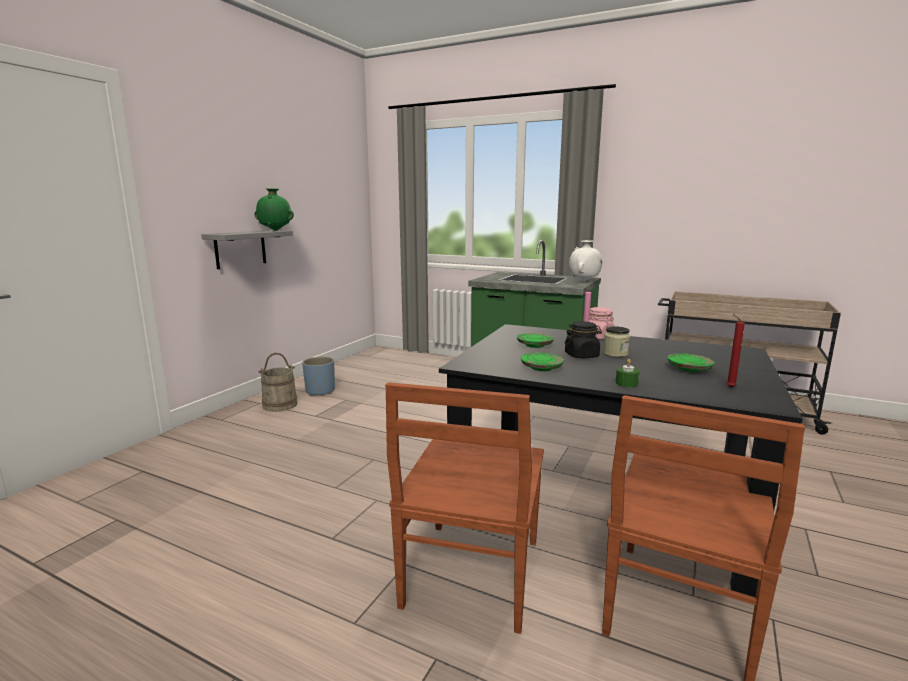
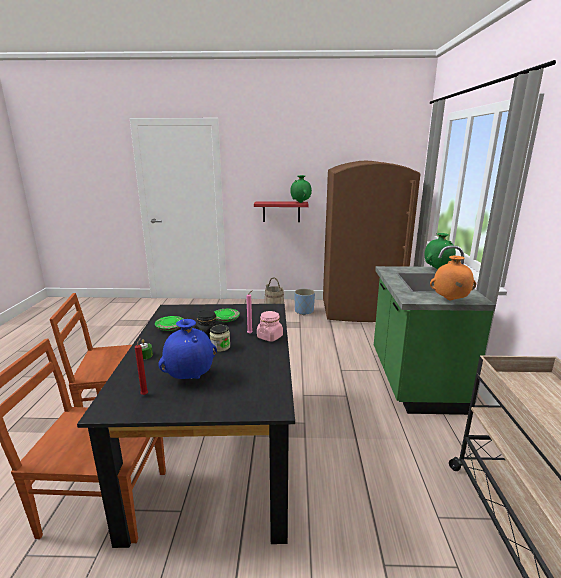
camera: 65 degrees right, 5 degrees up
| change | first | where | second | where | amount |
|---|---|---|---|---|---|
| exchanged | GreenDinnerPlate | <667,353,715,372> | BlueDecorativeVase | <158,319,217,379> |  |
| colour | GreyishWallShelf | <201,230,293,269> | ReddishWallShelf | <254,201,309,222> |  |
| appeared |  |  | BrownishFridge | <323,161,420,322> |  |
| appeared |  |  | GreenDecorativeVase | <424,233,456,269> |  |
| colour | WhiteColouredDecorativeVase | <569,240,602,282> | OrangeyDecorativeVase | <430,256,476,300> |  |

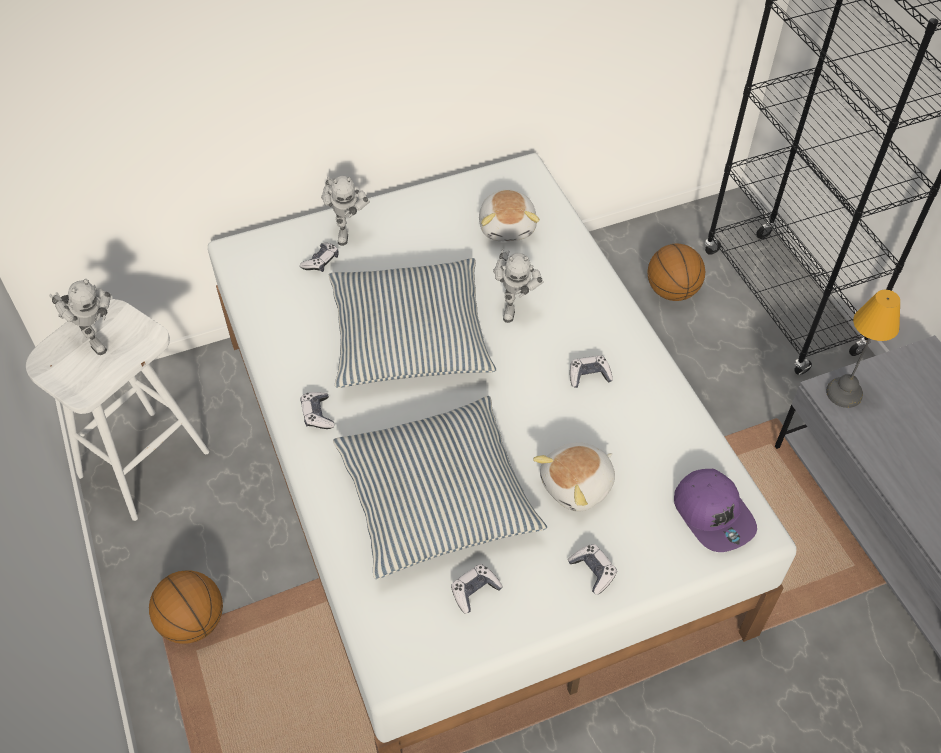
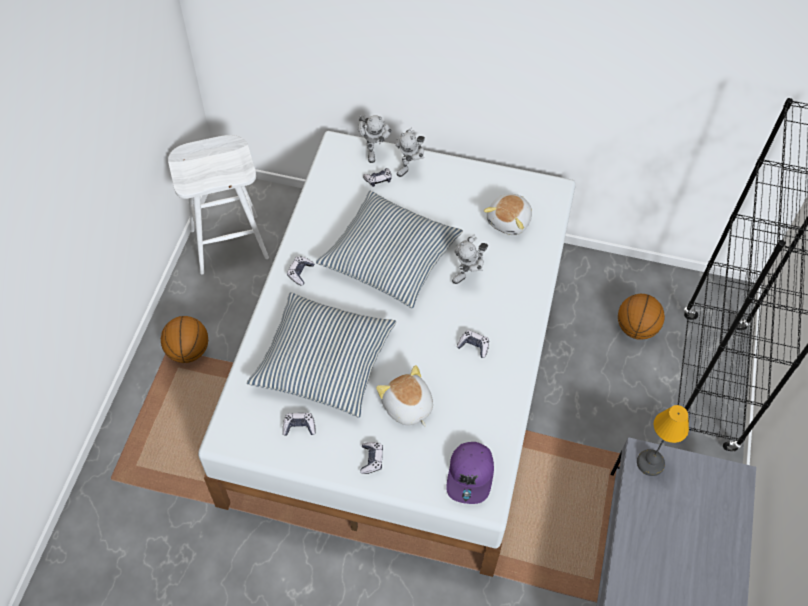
camera: 35 degrees right, 5 degrees up
| change | first | where | second | where | amount |
|---|---|---|---|---|---|
| relocated | ModelRobot | <49,279,111,355> |  | <358,114,393,163> |  |
| spun | SoftToy | <533,443,615,512> |  | <376,365,433,427> | 60 degrees clockwise |

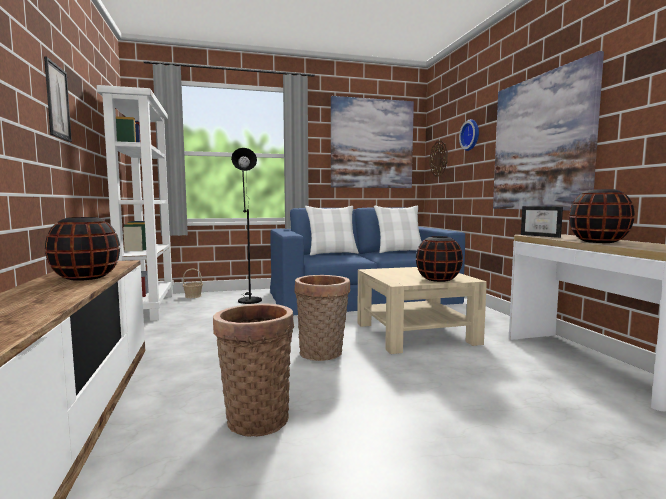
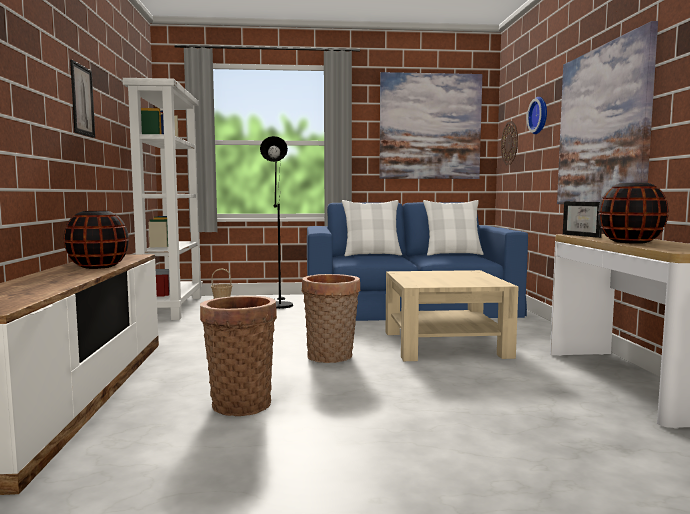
camera: 10 degrees right, 0 degrees up
| change | first | where | second | where | amount |
|---|---|---|---|---|---|
| missing | BlackishDecorativeVase | <416,236,463,282> |  |  |  |

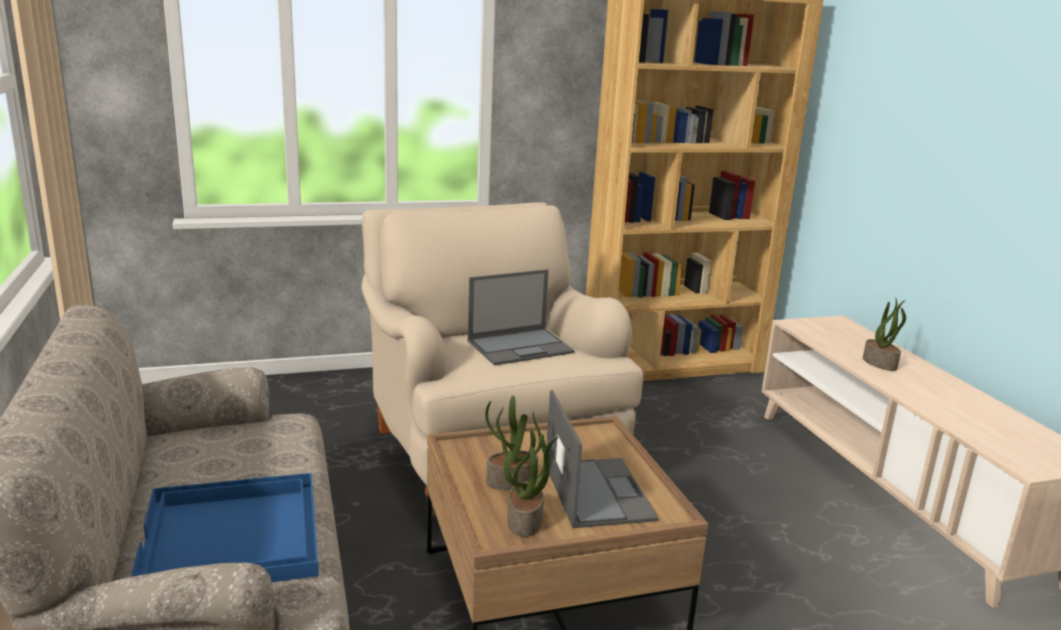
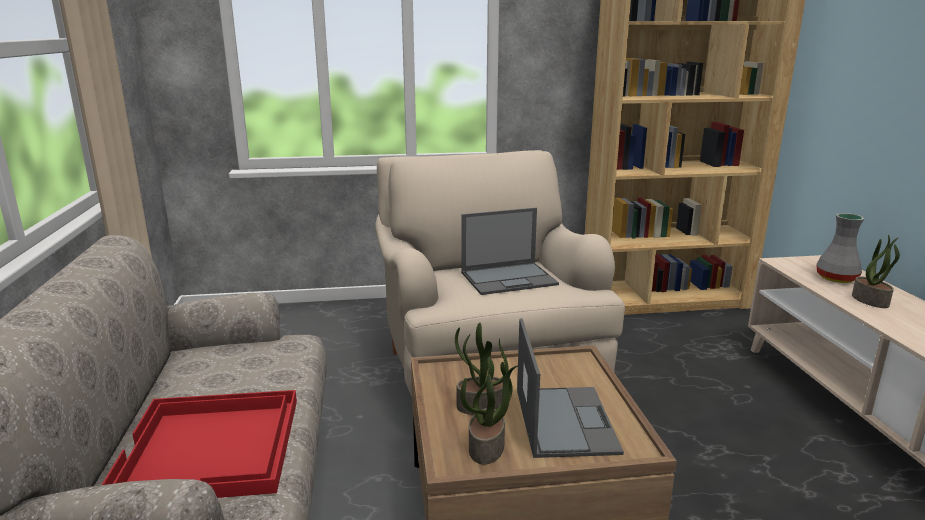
camera: 10 degrees right, 0 degrees up
| change | first | where | second | where | amount |
|---|---|---|---|---|---|
| colour | BlueTray | <131,473,319,582> | ReddishTray | <102,390,297,498> |  |
| appeared |  |  | GreyishDecorativeVase | <816,213,864,283> |  |

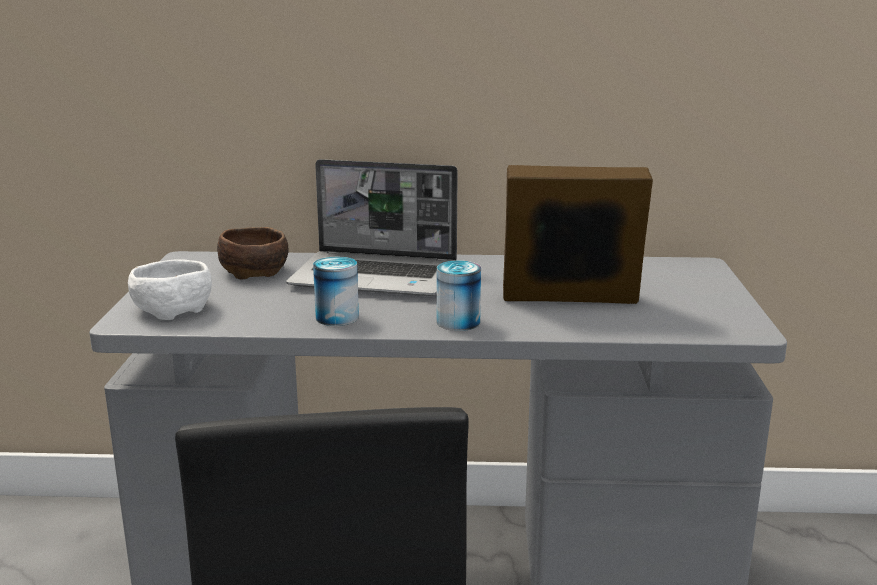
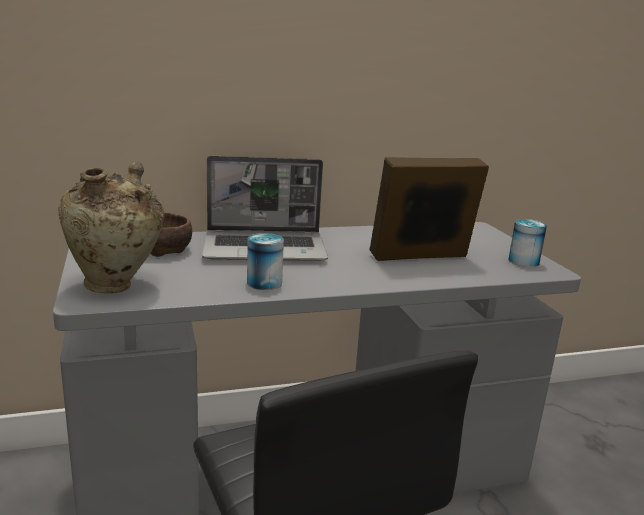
camera: 20 degrees left, 0 degrees up
| change | first | where | second | where | amount |
|---|---|---|---|---|---|
| exchanged | WhiteColouredBowl | <128,259,212,320> | BeigeColouredDecorativeVase | <58,162,165,294> |  |
| relocated | Can | <437,260,481,331> |  | <509,219,547,267> |  |

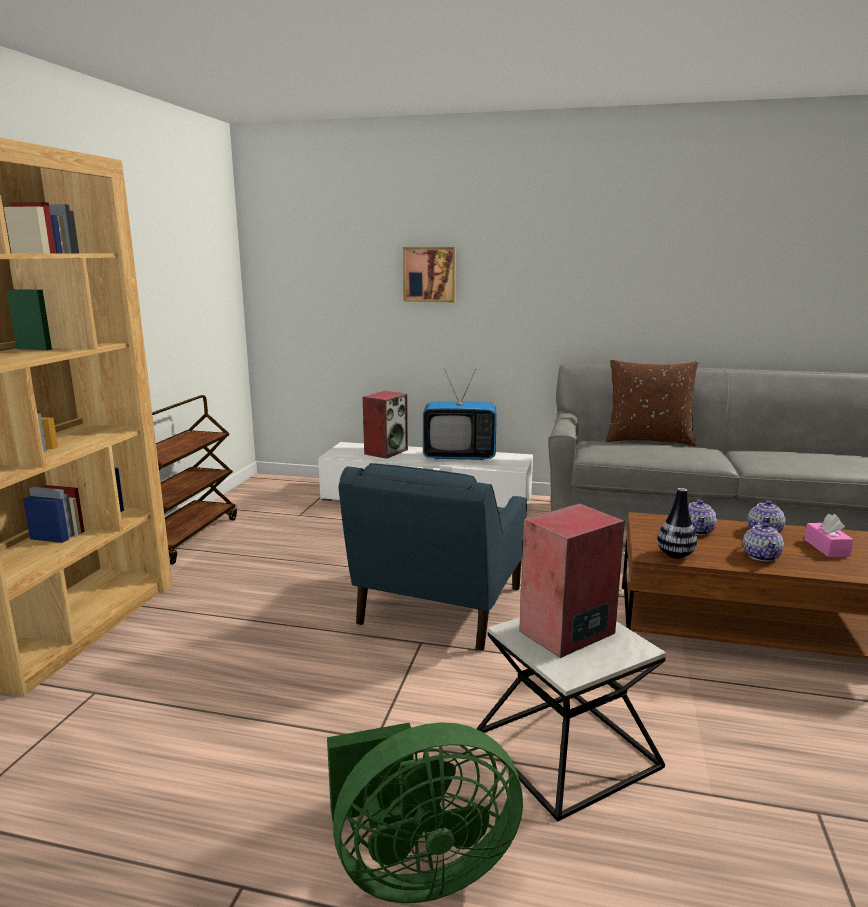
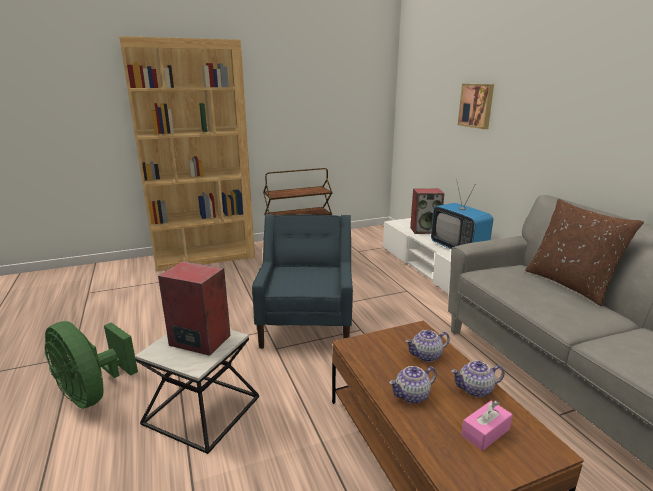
camera: 55 degrees right, 5 degrees up
| change | first | where | second | where | amount |
|---|---|---|---|---|---|
| spun | BlueLoungeChair | <339,463,527,651> |  | <252,214,353,349> | 105 degrees clockwise |
| missing | DecorativeVase | <657,488,697,559> |  |  |  |

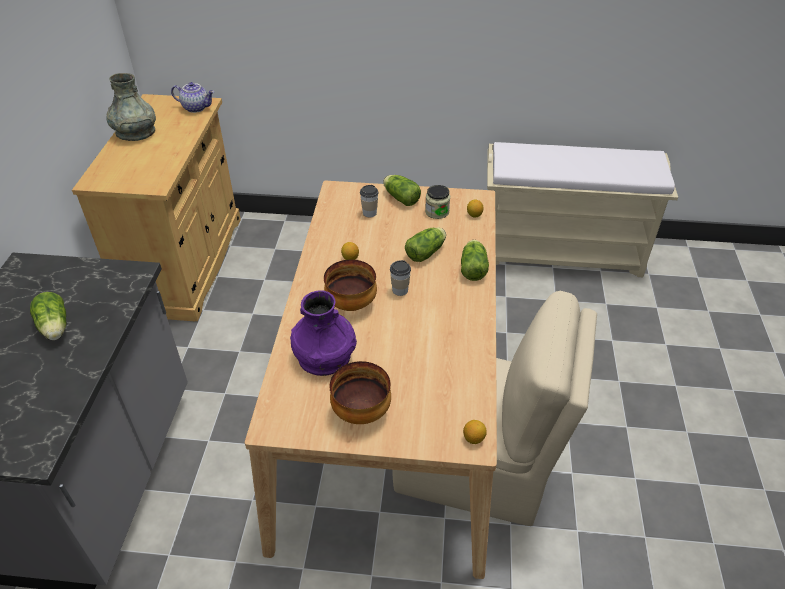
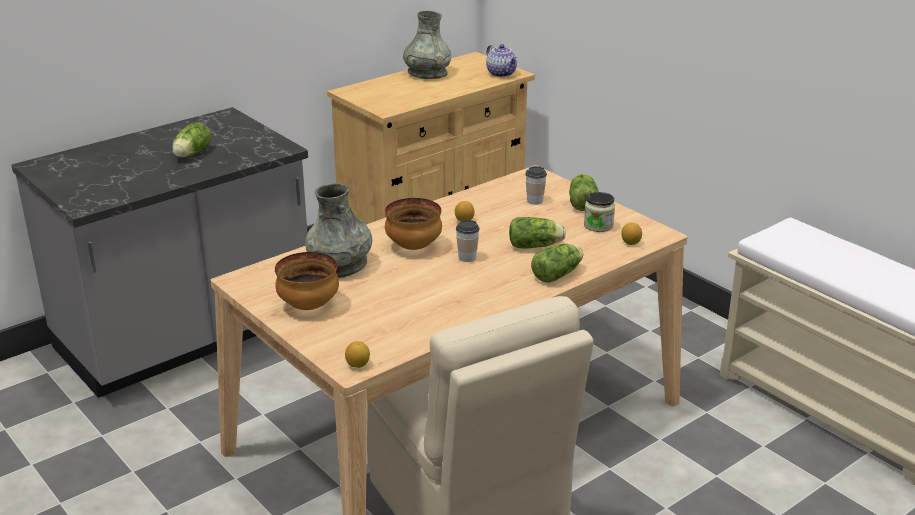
camera: 45 degrees right, 15 degrees down
| change | first | where | second | where | amount |
|---|---|---|---|---|---|
| colour | PurpleDecorativeVase | <290,290,357,376> | GreyishDecorativeVase | <305,183,372,278> |  |

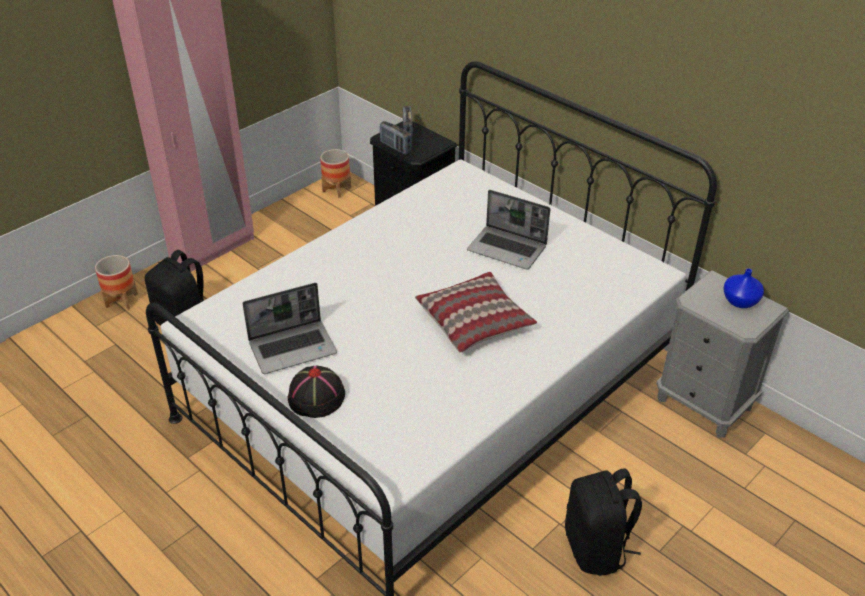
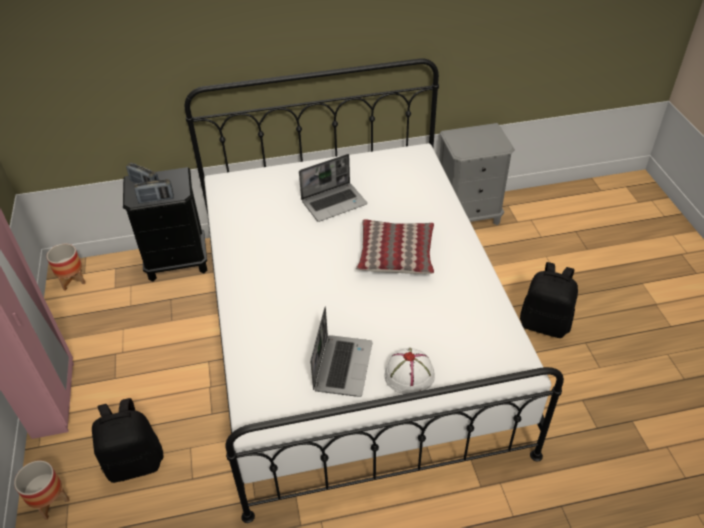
camera: 55 degrees left, 5 degrees up
| change | first | where | second | where | amount |
|---|---|---|---|---|---|
| colour | BlackishClothingHat | <288,366,345,418> | WhiteColouredClothingHat | <384,348,435,394> |  |
| missing | BlueDecorativeVase | <723,268,764,308> |  |  |  |

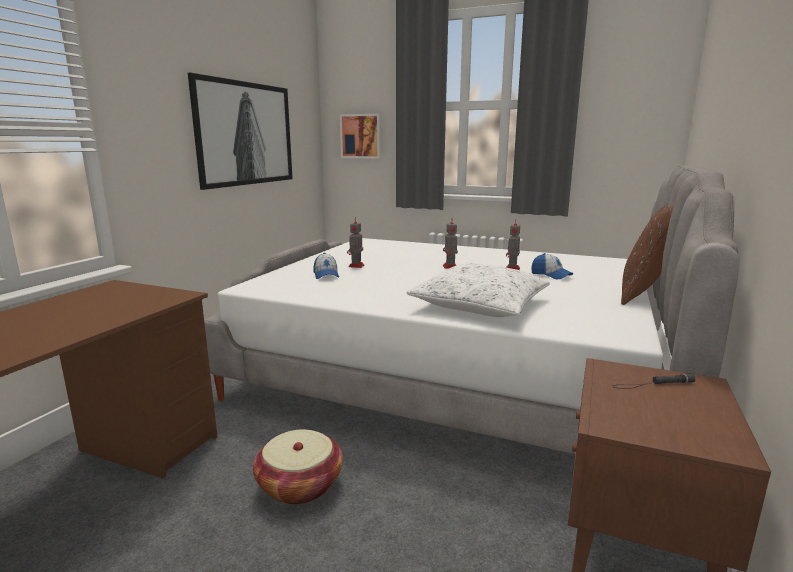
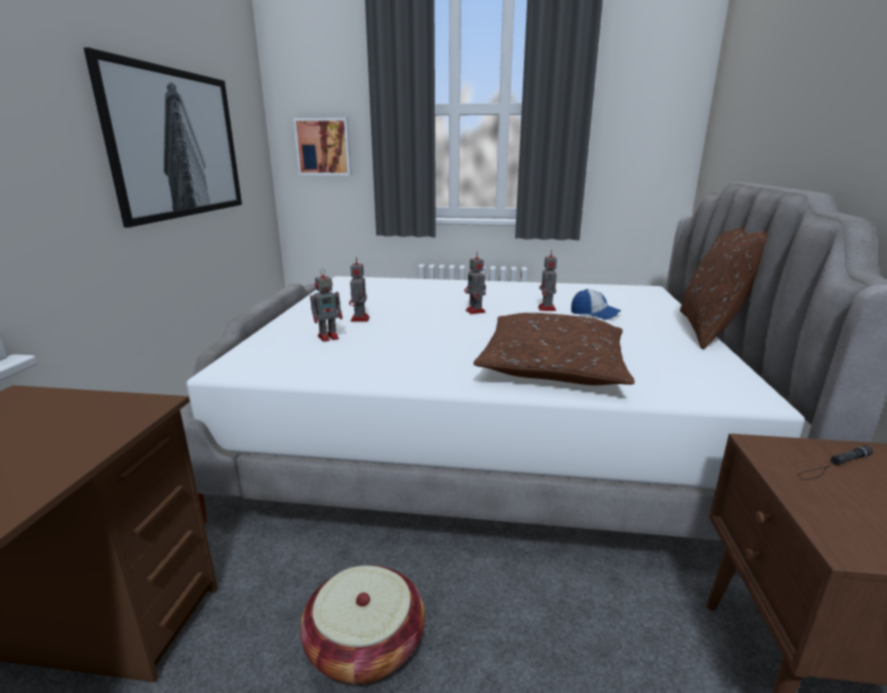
camera: 15 degrees left, 5 degrees up
| change | first | where | second | where | amount |
|---|---|---|---|---|---|
| exchanged | PeakedCap | <313,253,339,279> | ModelRobot | <310,269,343,342> |  |
| colour | WhiteColouredPillow | <406,263,550,317> | BrownishPillow | <473,313,635,385> |  |

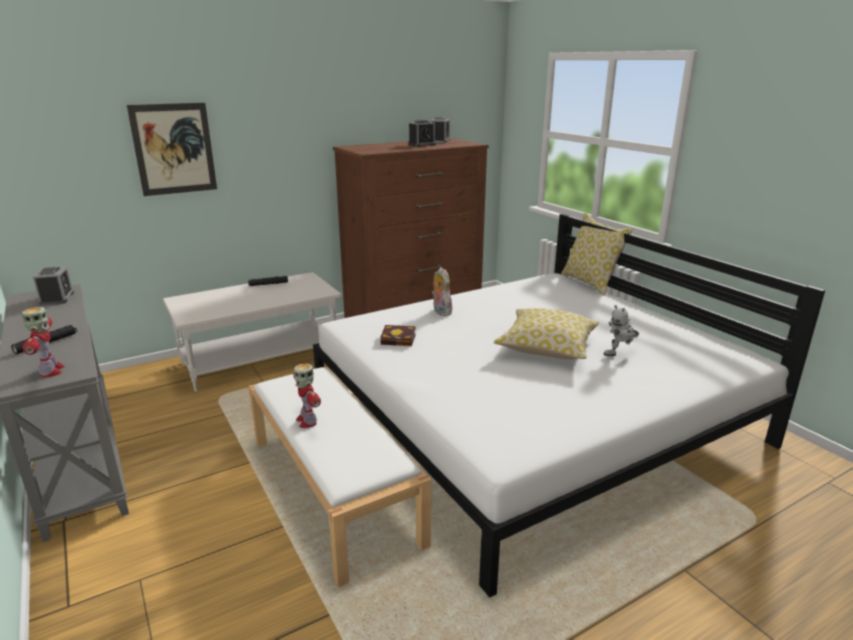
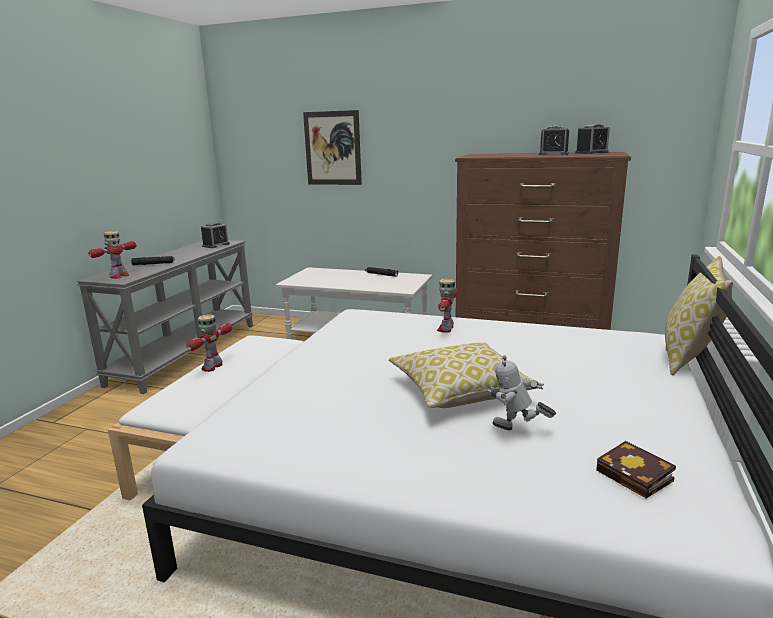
camera: 50 degrees right, 5 degrees down
| change | first | where | second | where | amount |
|---|---|---|---|---|---|
| exchanged | SoftToy | <432,267,454,316> | ModelRobot | <437,279,458,333> |  |
| relocated | Book | <380,325,416,346> |  | <596,441,676,498> |  |

